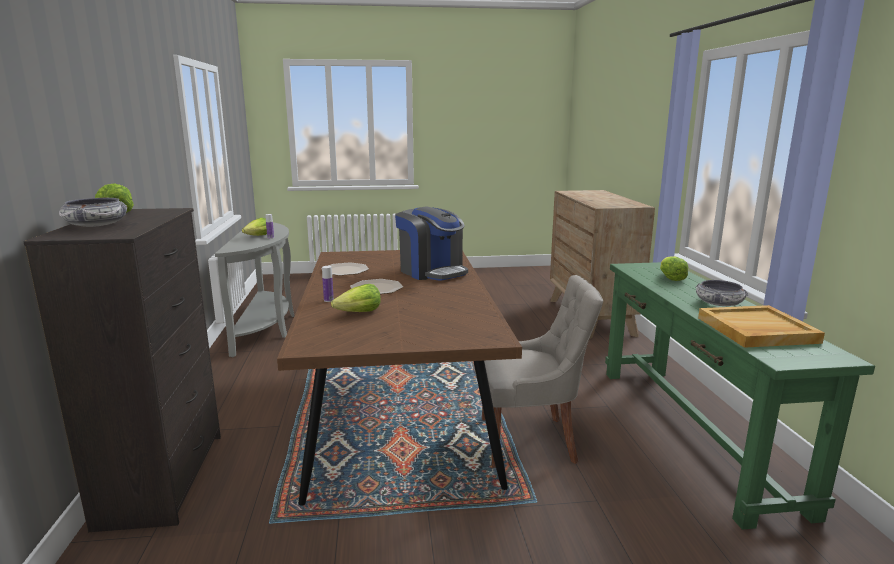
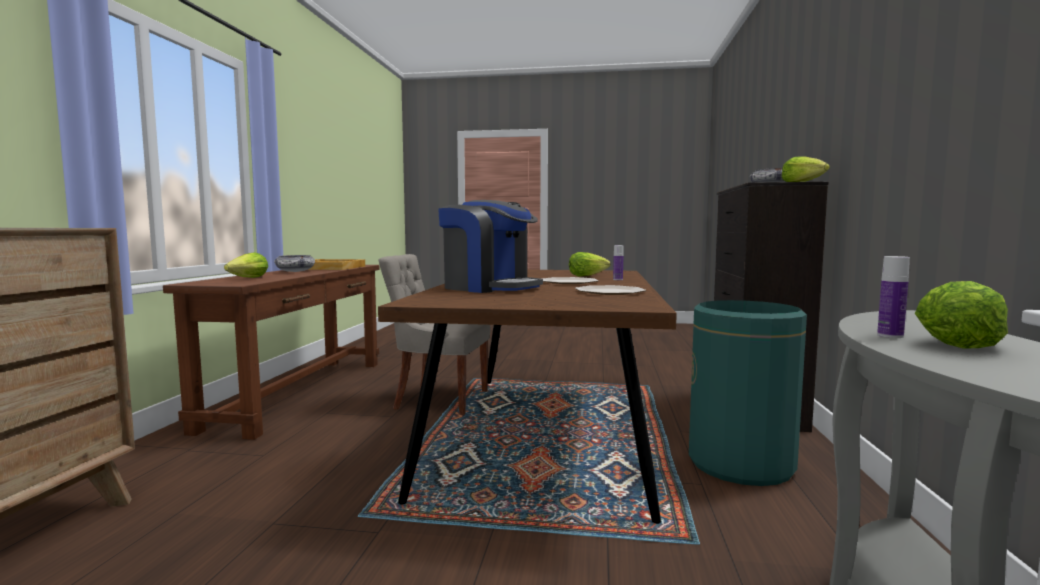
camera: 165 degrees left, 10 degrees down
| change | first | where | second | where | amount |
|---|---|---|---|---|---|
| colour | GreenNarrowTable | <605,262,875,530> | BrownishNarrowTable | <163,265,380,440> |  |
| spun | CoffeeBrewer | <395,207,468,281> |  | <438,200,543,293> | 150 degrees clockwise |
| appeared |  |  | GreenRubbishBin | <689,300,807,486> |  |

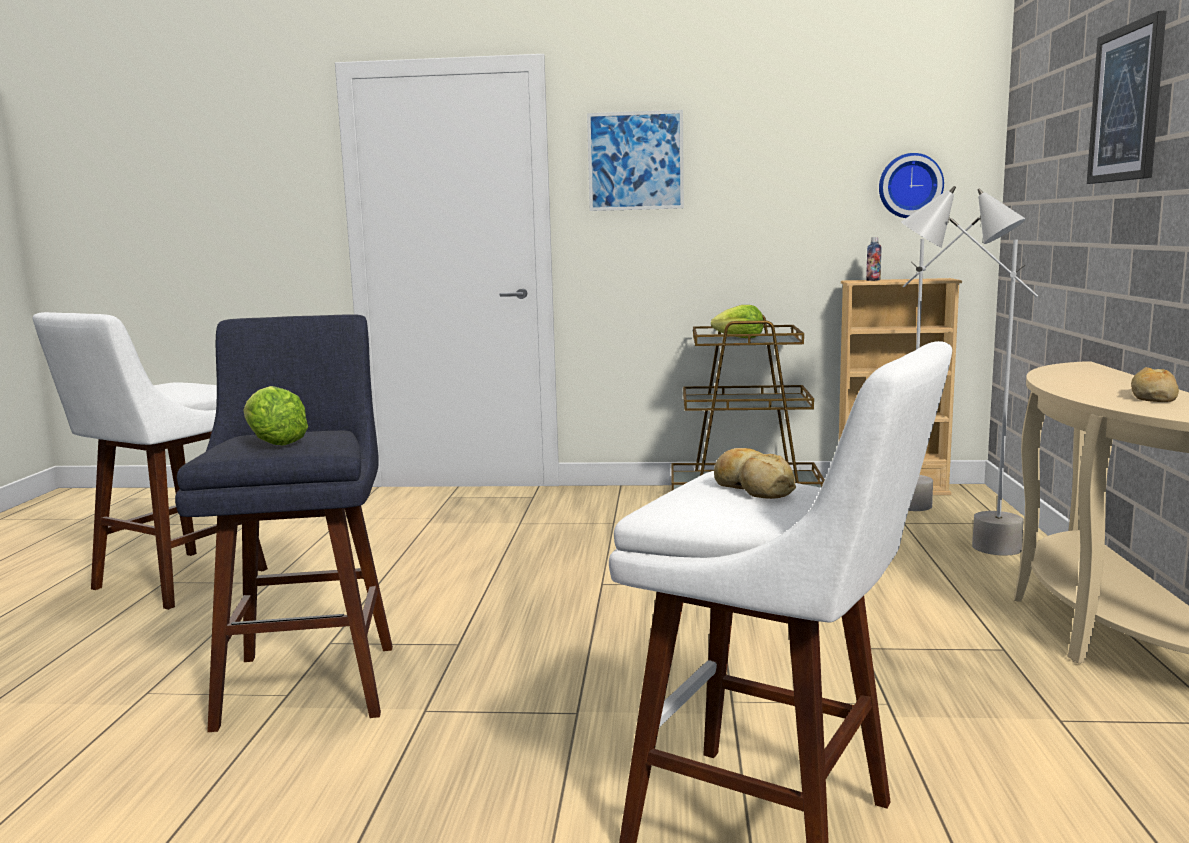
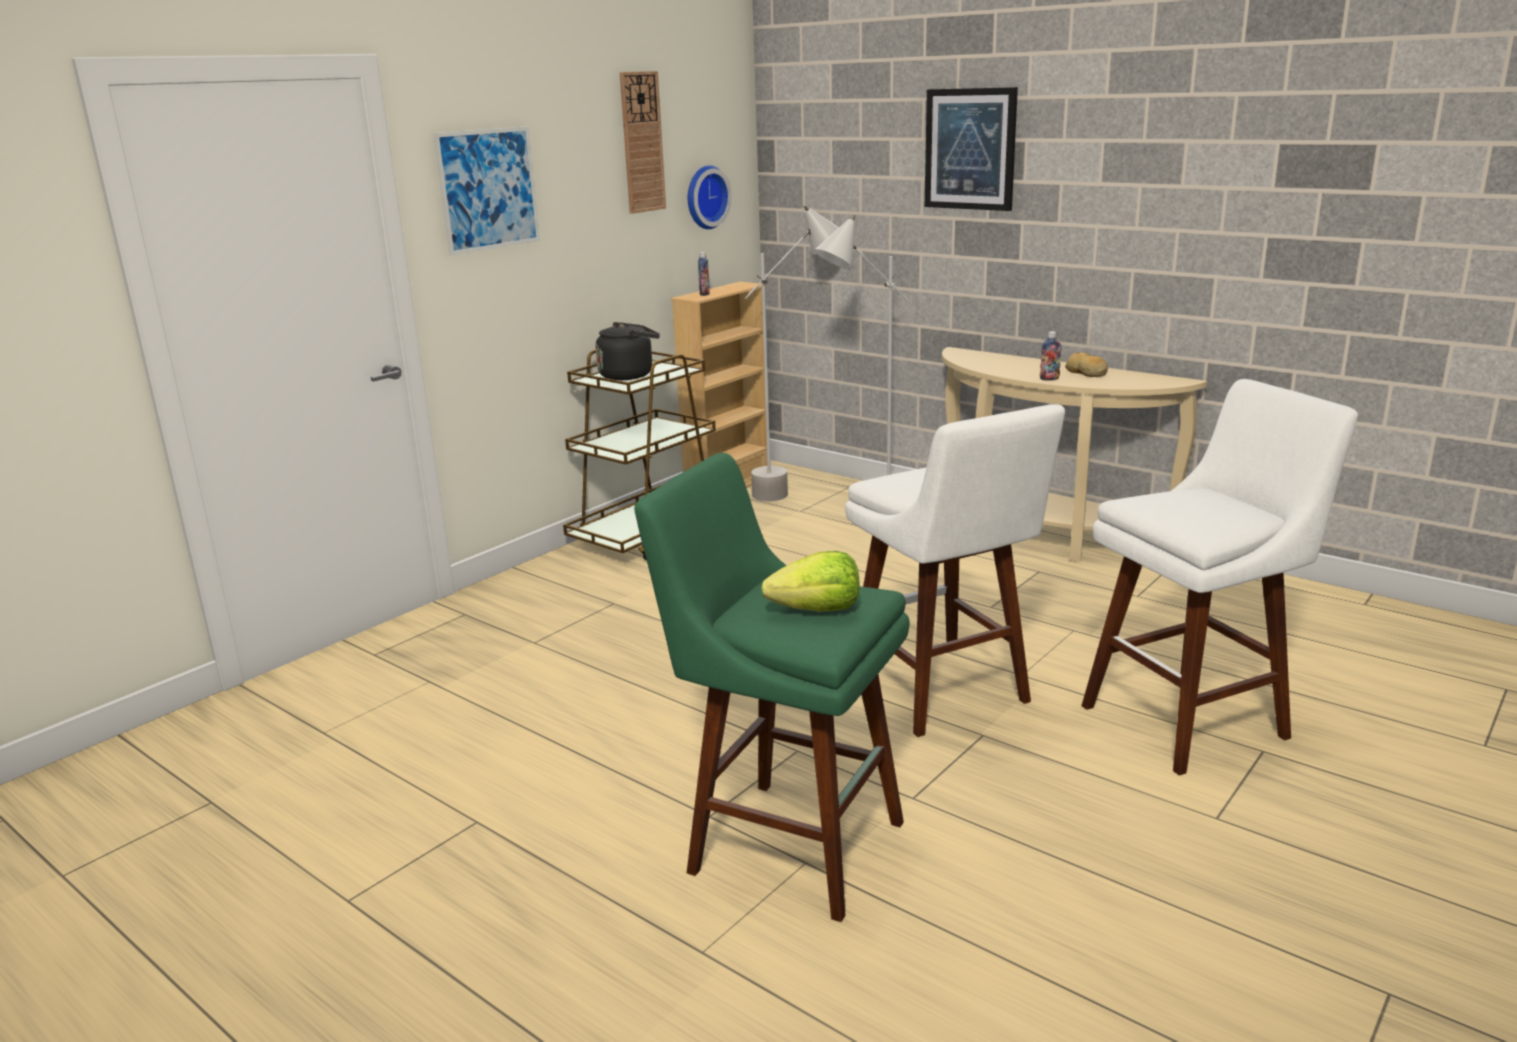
camera: 55 degrees left, 10 degrees up
| change | first | where | second | where | amount |
|---|---|---|---|---|---|
| exchanged | Lettuce | <711,305,764,338> | BlackishWaterKettle | <596,322,660,380> |  |
| appeared |  |  | ClockOnTheWall | <619,71,666,214> |  |
| colour | BlueSittingStool | <175,314,393,732> | GreenSittingStool | <634,453,910,922> |  |
| relocated | WhiteColouredSittingStool | <33,312,268,610> |  | <845,404,1065,737> |  |
| appeared |  |  | BeverageBottle | <1040,331,1061,381> |  |
| missing | Bread | <714,448,796,499> |  |  |  |

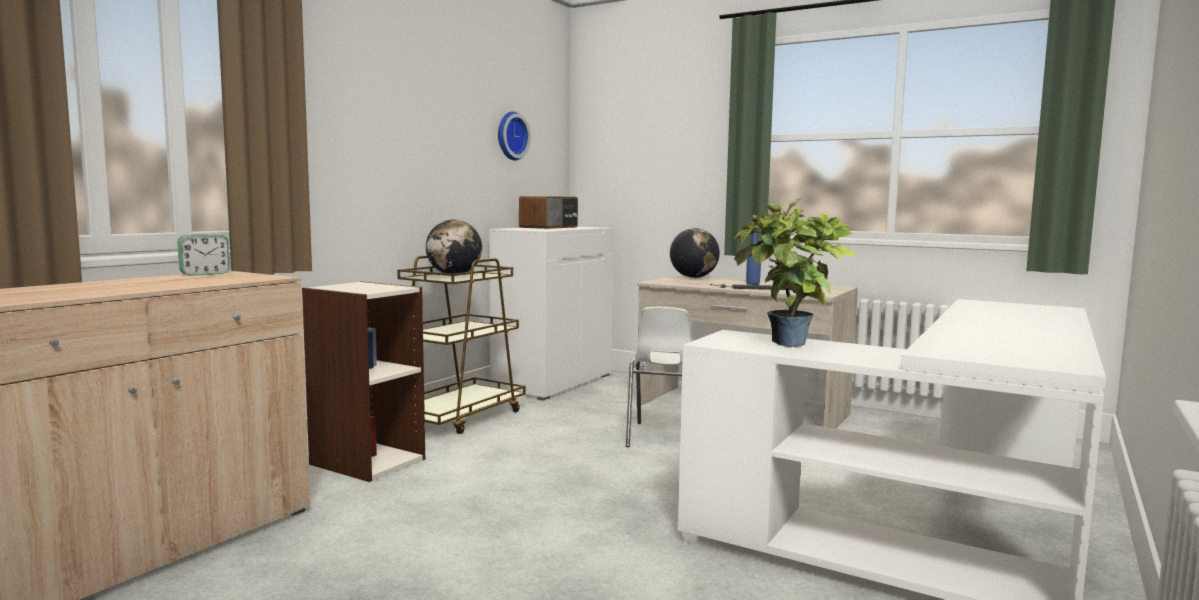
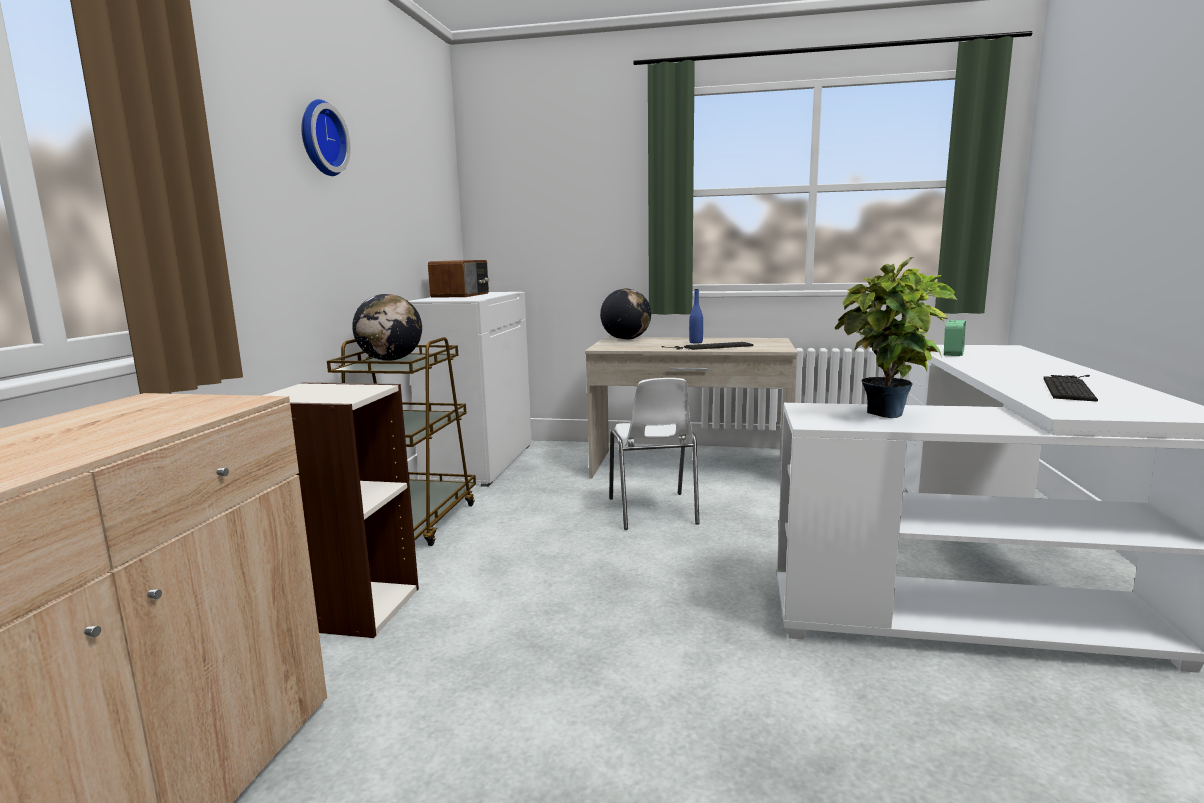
camera: 20 degrees left, 5 degrees up
| change | first | where | second | where | amount |
|---|---|---|---|---|---|
| relocated | ClockOnTheWall | <498,111,531,161> |  | <301,99,350,176> |  |
| relocated | AlarmClock | <177,234,230,276> |  | <944,320,966,356> |  |
| appeared |  |  | ComputerKeyboard | <1044,375,1098,402> |  |

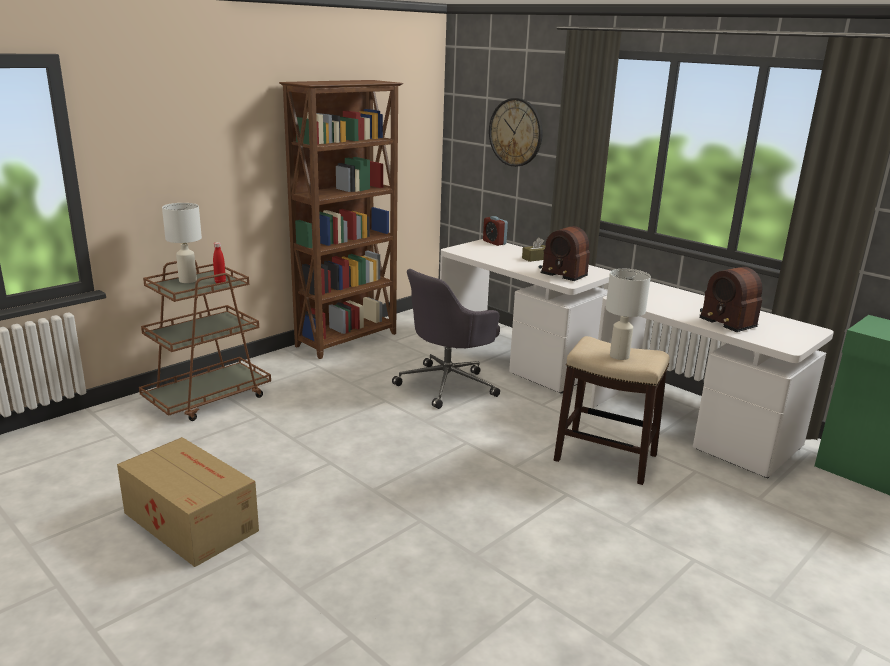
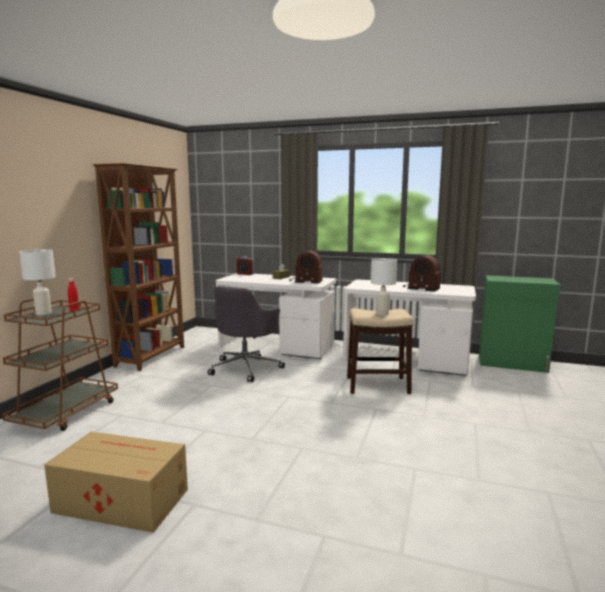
camera: 25 degrees left, 10 degrees down
| change | first | where | second | where | amount |
|---|---|---|---|---|---|
| missing | ClockOnTheWall | <489,98,543,167> |  |  |  |

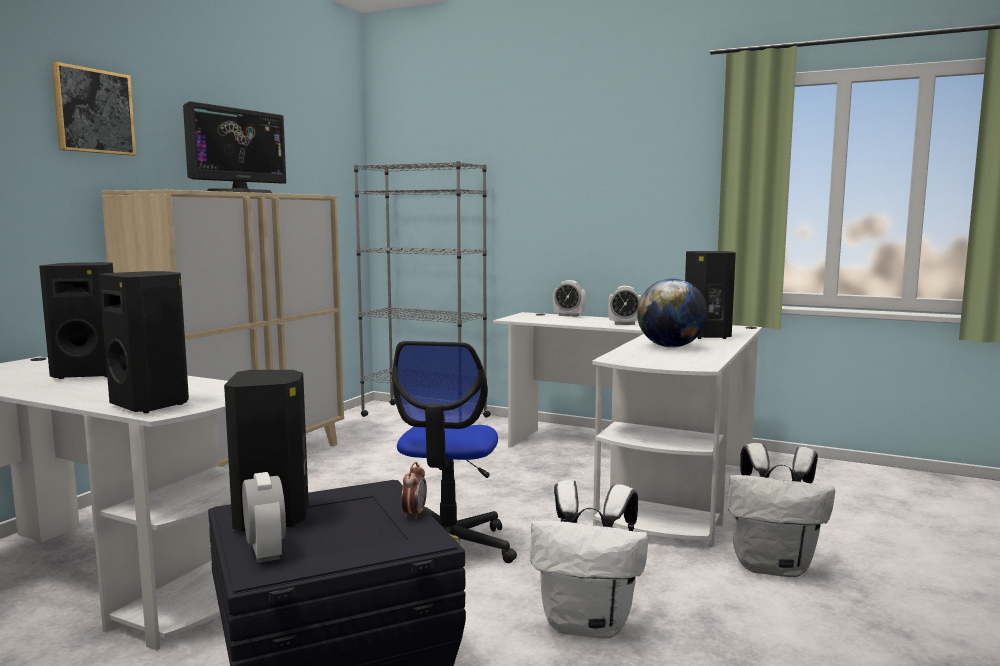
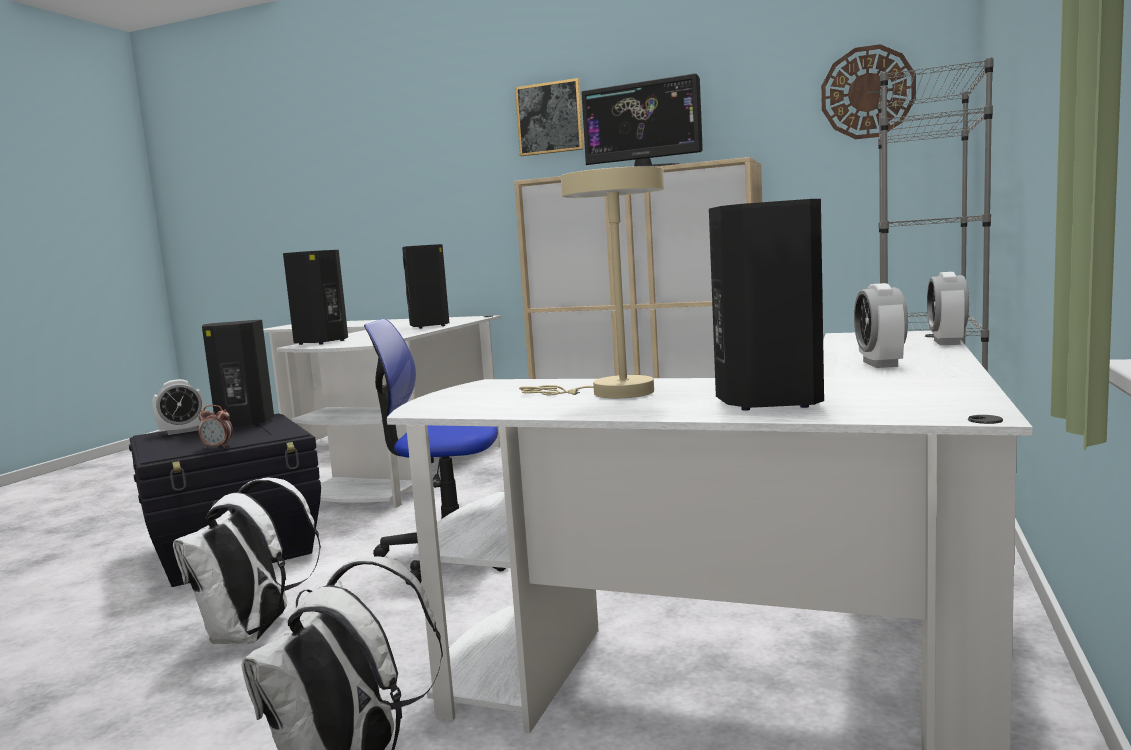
camera: 85 degrees right, 0 degrees up
| change | first | where | second | where | amount |
|---|---|---|---|---|---|
| exchanged | Globe | <637,279,707,348> | BeigeColouredTabletopLamp | <519,166,664,398> |  |
| appeared |  |  | ClockOnTheWall | <821,44,916,139> |  |

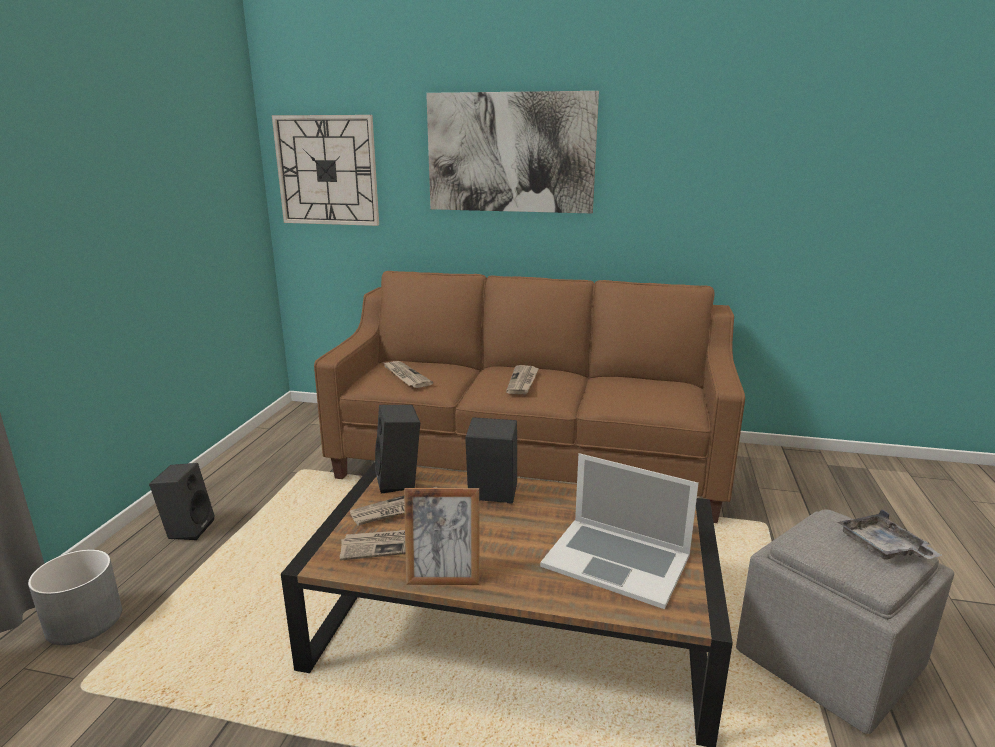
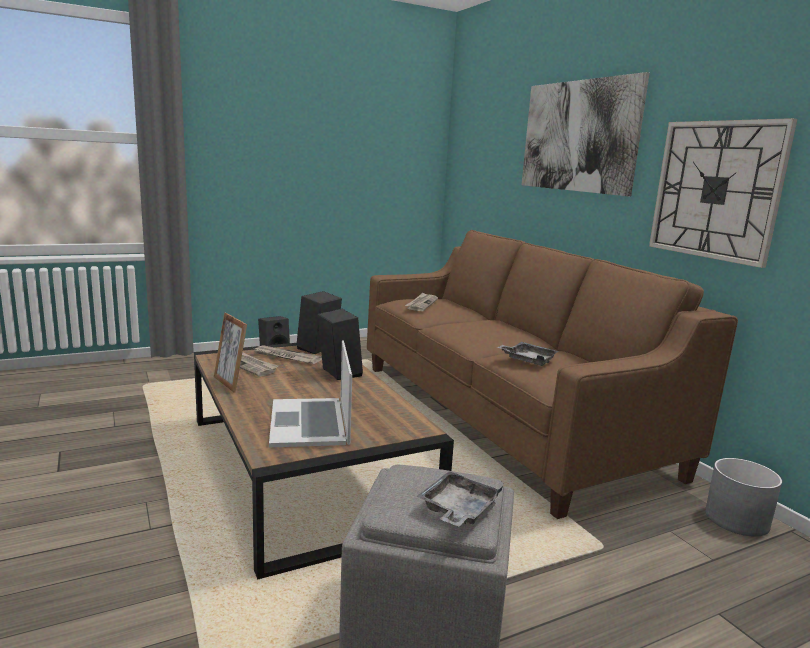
camera: 50 degrees right, 5 degrees down
| change | first | where | second | where | amount |
|---|---|---|---|---|---|
| appeared |  |  | GreyishTray | <497,342,559,366> |  |
| relocated | ClockOnTheWall | <272,115,379,226> |  | <649,118,797,268> |  |
| relocated | GreyishPlanter | <28,549,122,645> |  | <705,458,782,537> |  |
| missing | PrintedPaper | <506,365,539,394> |  |  |  |

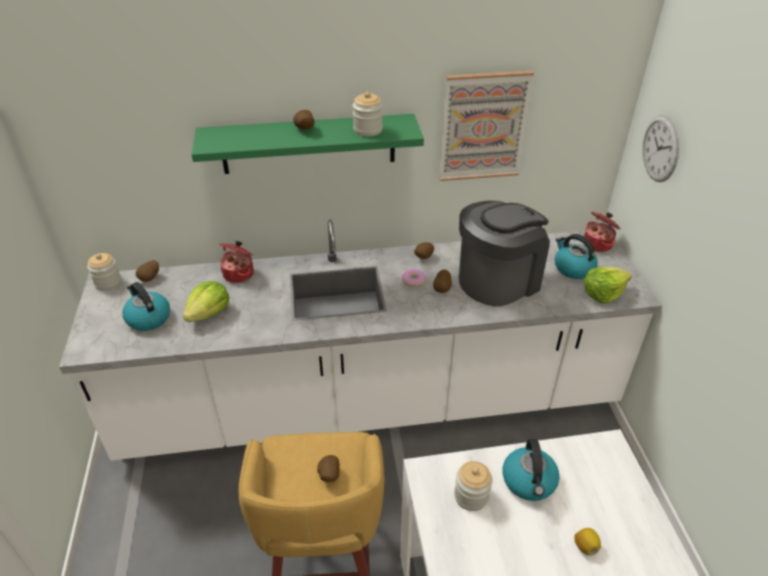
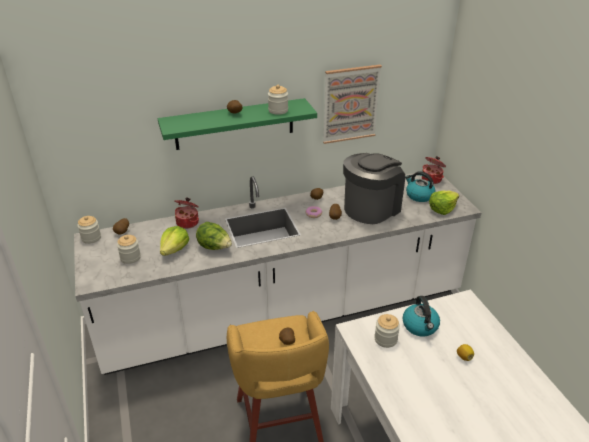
camera: 10 degrees left, 5 degrees down
| change | first | where | second | where | amount |
|---|---|---|---|---|---|
| exchanged | WaterKettle | <122,282,170,331> | Jar | <117,235,141,264> |  |
| appeared |  |  | Lettuce | <196,222,232,250> |  |
| missing | ClockOnTheWall | <642,115,679,182> |  |  |  |

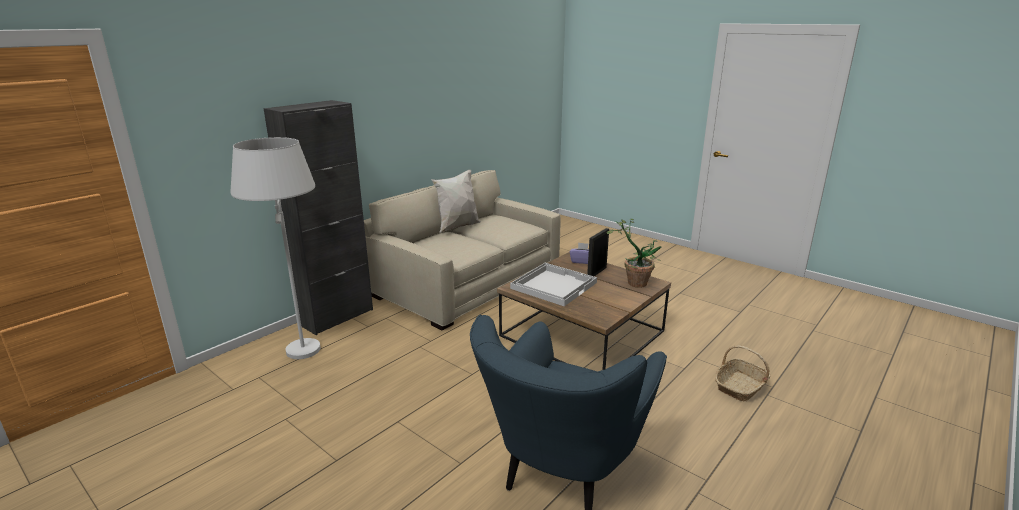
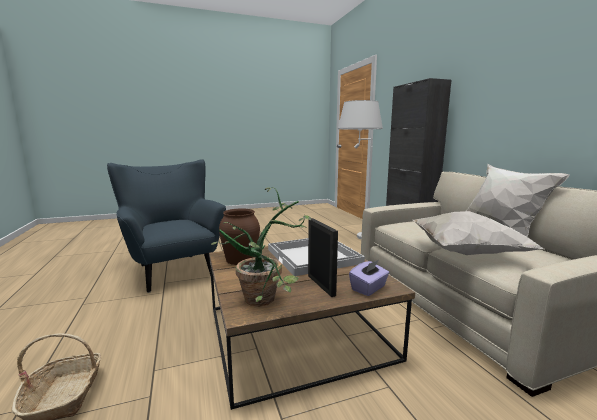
camera: 120 degrees right, 10 degrees down
| change | first | where | second | where | amount |
|---|---|---|---|---|---|
| appeared |  |  | BrownishDecorativeVase | <219,208,260,265> |  |
| appeared |  |  | WhiteColouredPillow | <413,211,544,255> |  |

